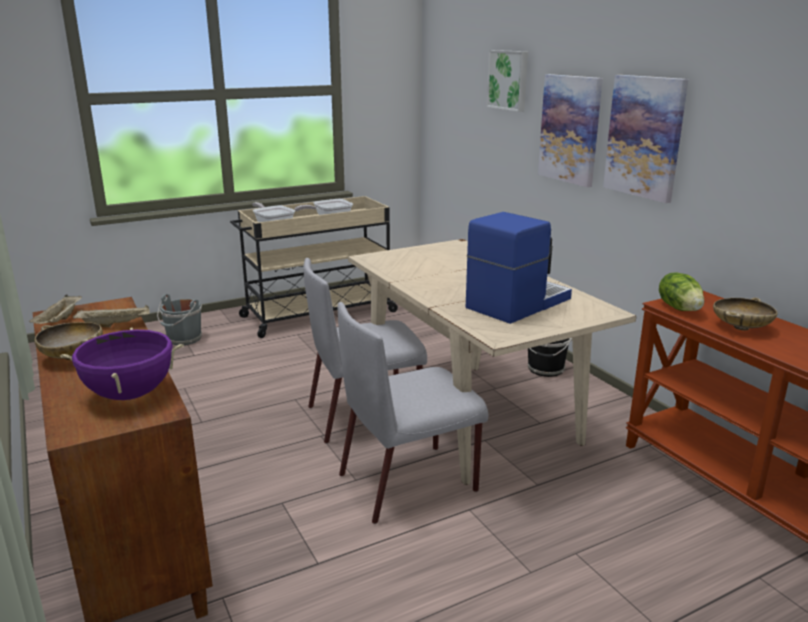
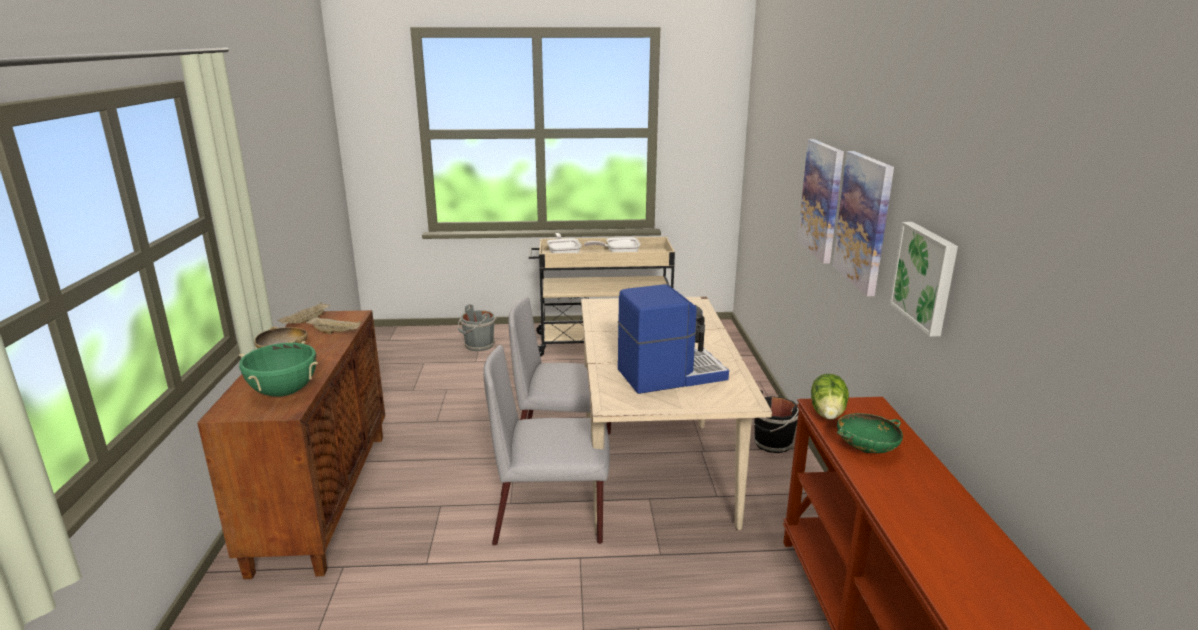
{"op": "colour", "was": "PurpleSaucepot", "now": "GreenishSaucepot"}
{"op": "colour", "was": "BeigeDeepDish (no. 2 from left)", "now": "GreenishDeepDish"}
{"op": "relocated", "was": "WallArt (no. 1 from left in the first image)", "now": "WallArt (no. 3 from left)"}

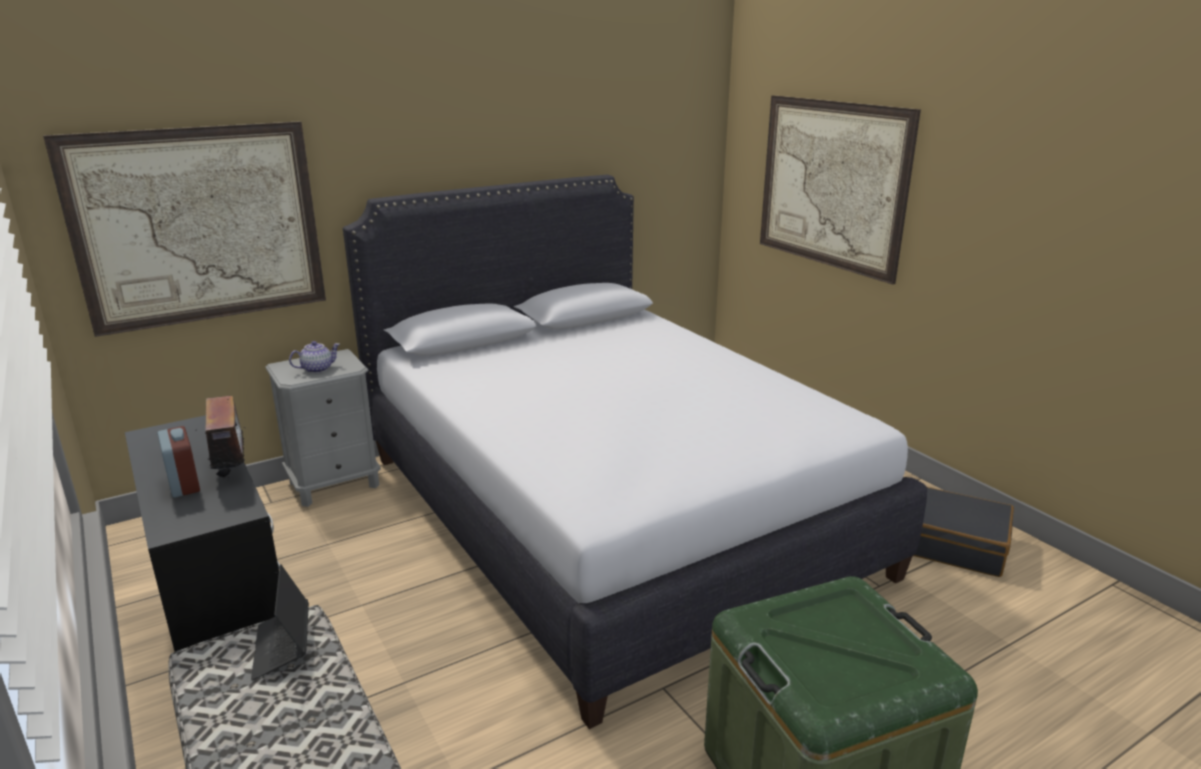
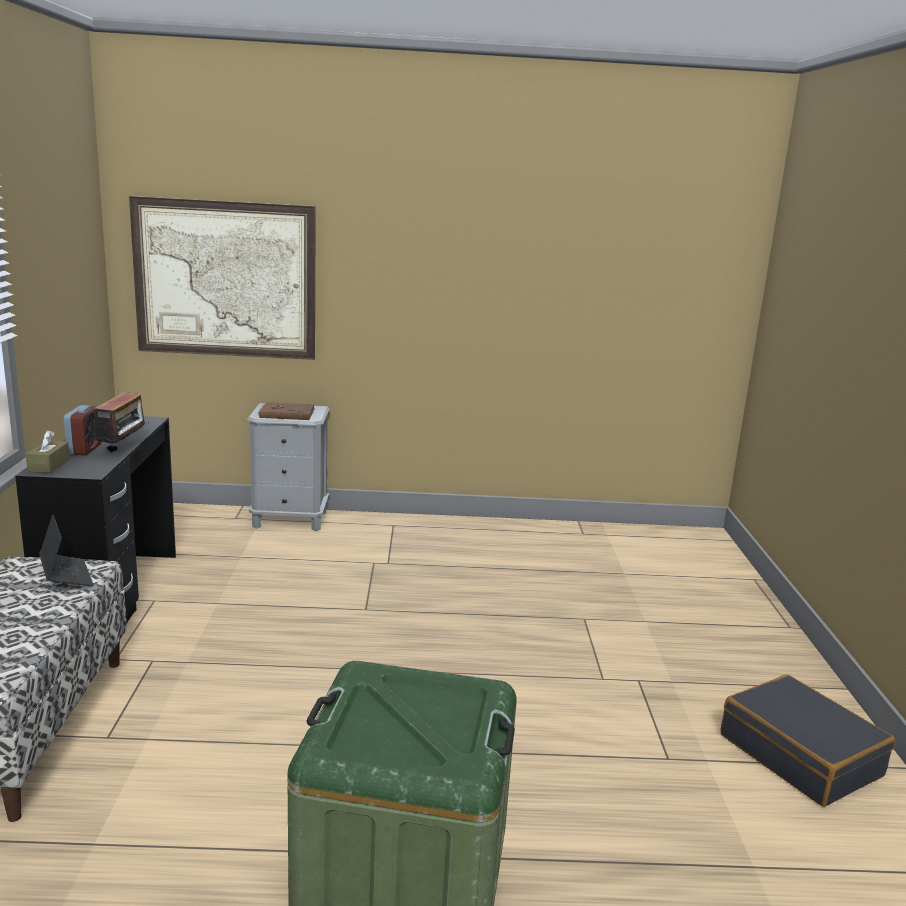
{"op": "appeared", "now": "BrownTissueBox"}
{"op": "spun", "was": "PortableComputer", "clockwise": 135}
{"op": "exchanged", "was": "Teapot", "now": "BrownBoundBook"}
{"op": "missing", "was": "WhitishBedroomBed"}
{"op": "missing", "was": "WallArt (no. 2 from left)"}

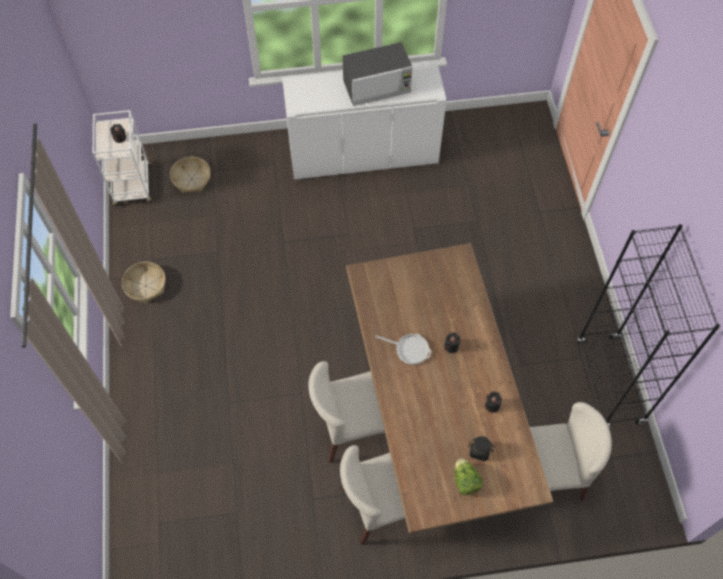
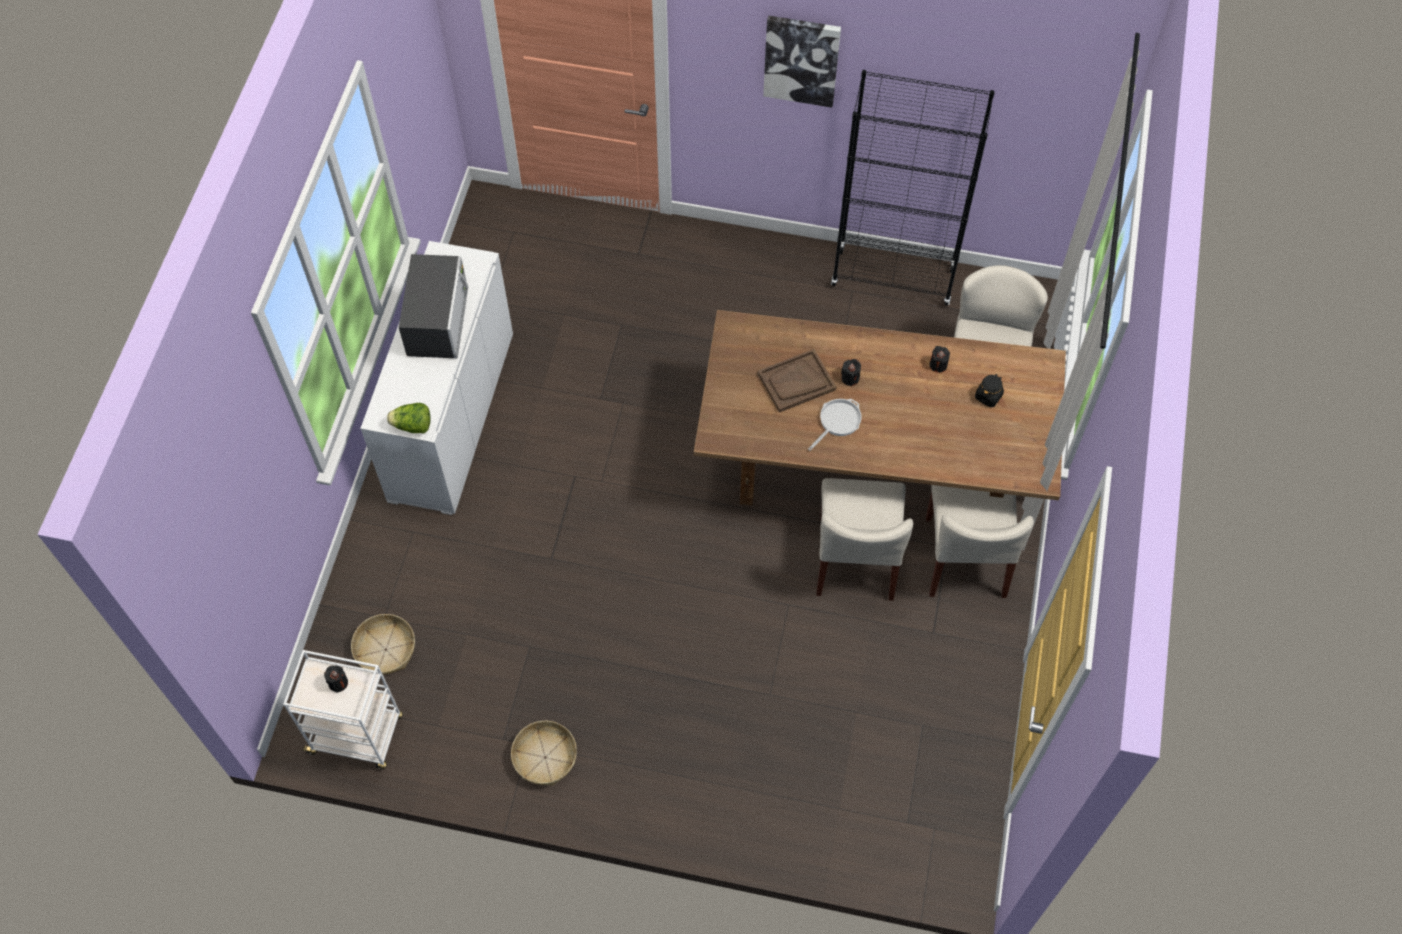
{"op": "relocated", "was": "Lettuce"}
{"op": "appeared", "now": "BrownTray"}
{"op": "appeared", "now": "WallArt"}

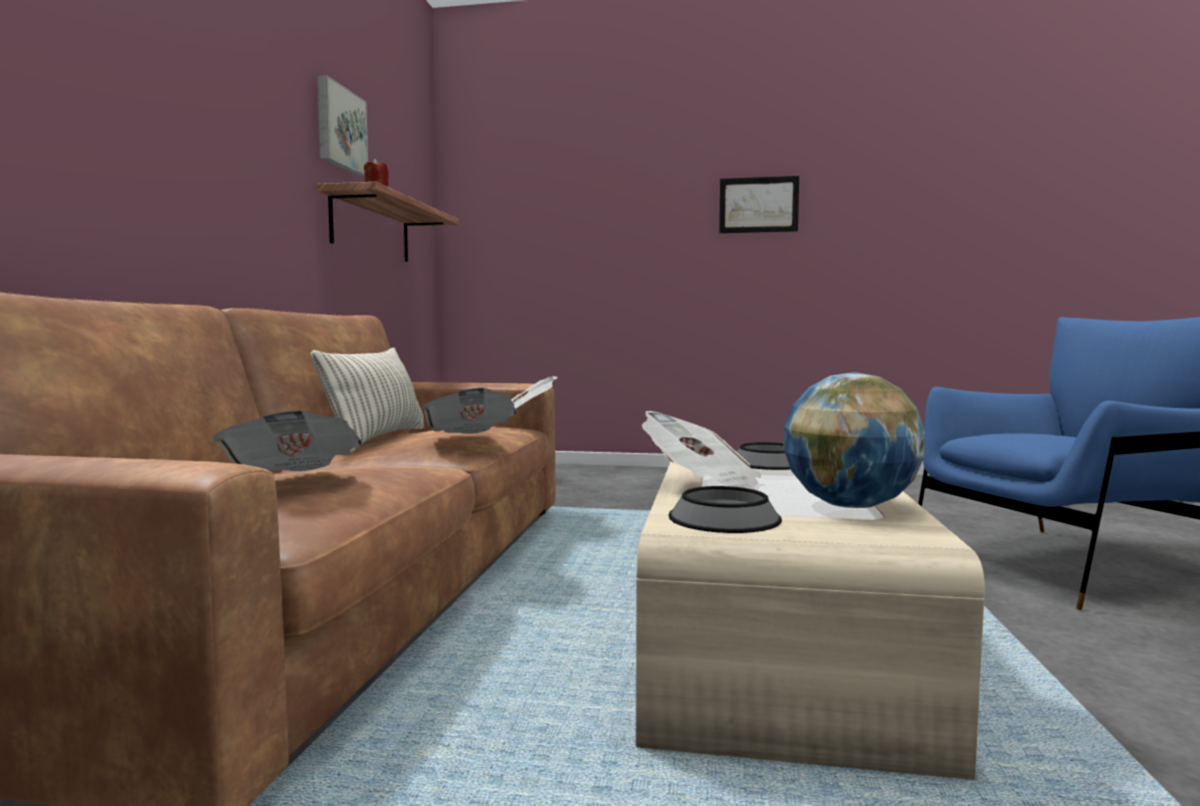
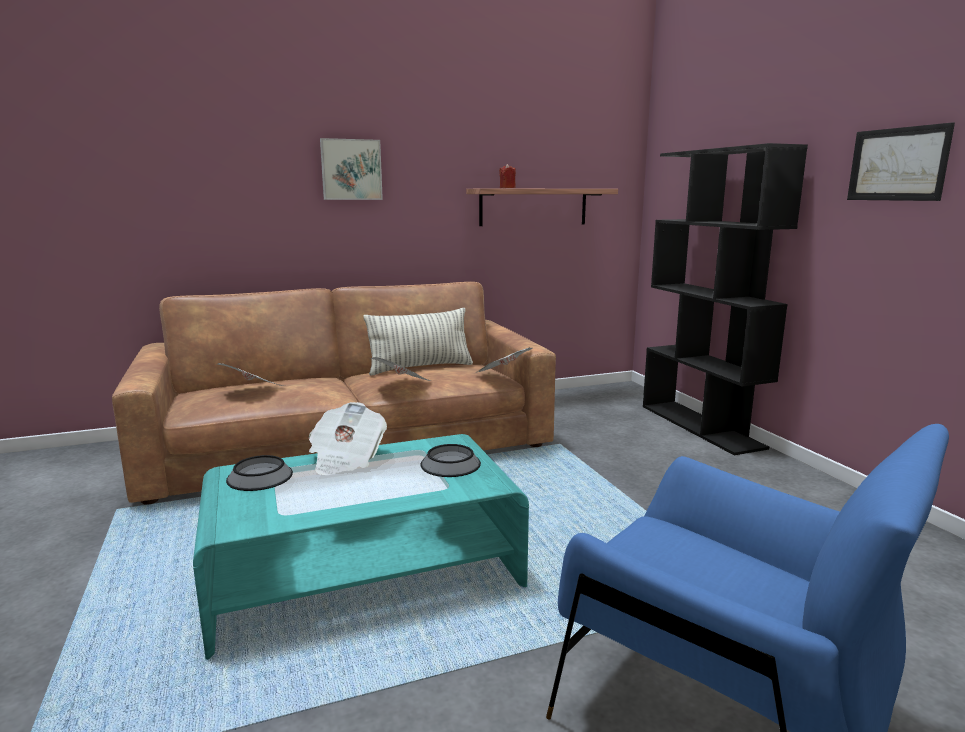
{"op": "colour", "was": "BeigeLoungeTable", "now": "TurquoiseLoungeTable"}
{"op": "relocated", "was": "WallArt (no. 1 from left)"}
{"op": "appeared", "now": "BlackBookcase"}
{"op": "missing", "was": "WorldGlobe"}

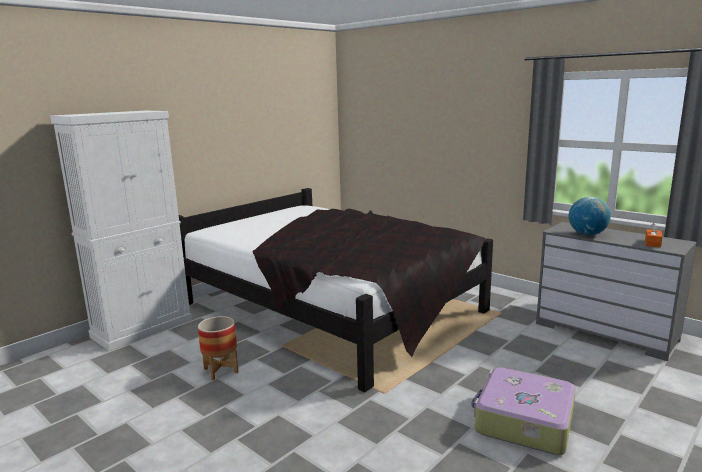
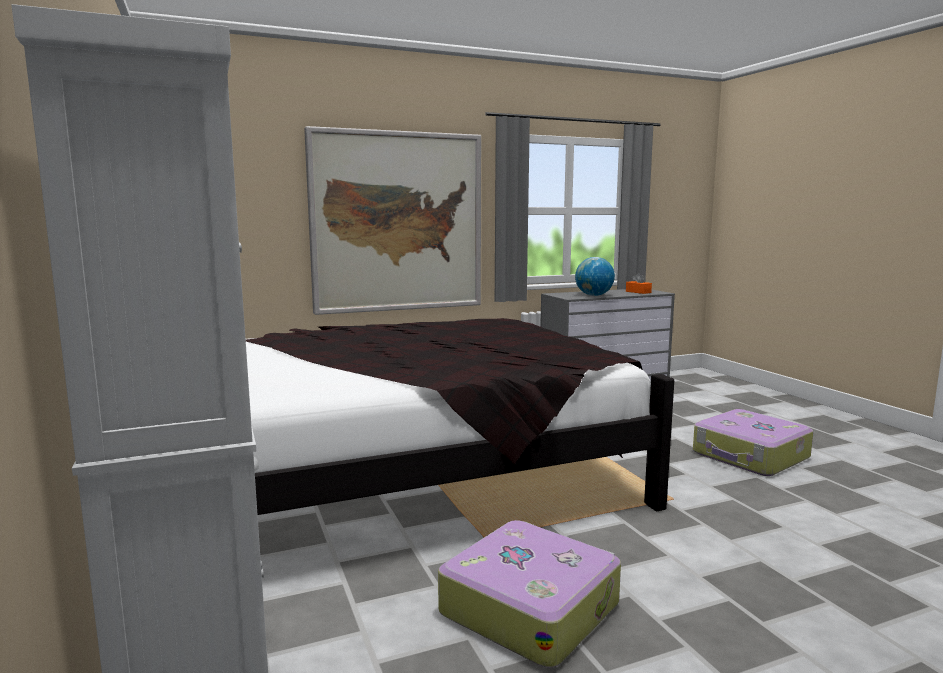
{"op": "appeared", "now": "WallArt"}
{"op": "exchanged", "was": "Planter", "now": "Suitcase (no. 1 from left)"}

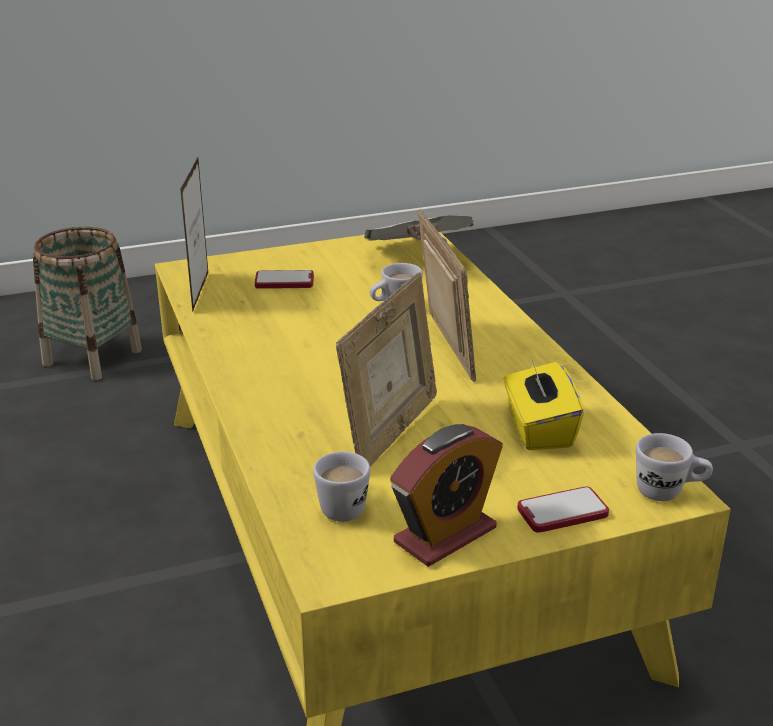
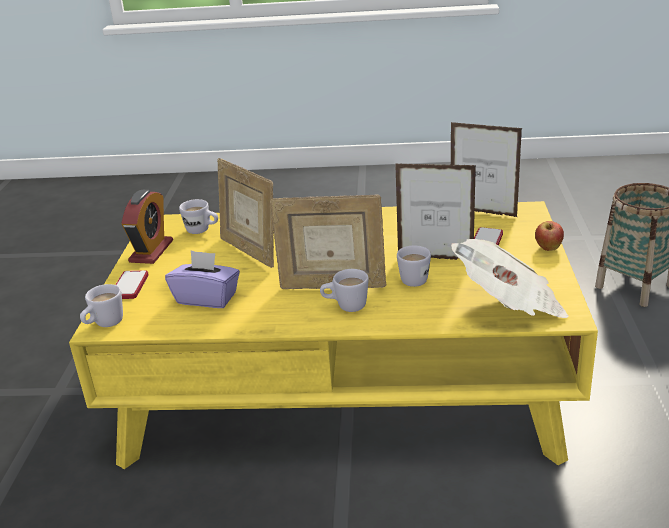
{"op": "spun", "was": "TableClock", "clockwise": -150}
{"op": "colour", "was": "YellowTissueBox", "now": "PurpleTissueBox"}
{"op": "appeared", "now": "WhitishMug (no. 3 from left)"}
{"op": "appeared", "now": "StandingFrame (no. 3 from left)"}
{"op": "appeared", "now": "Apple"}

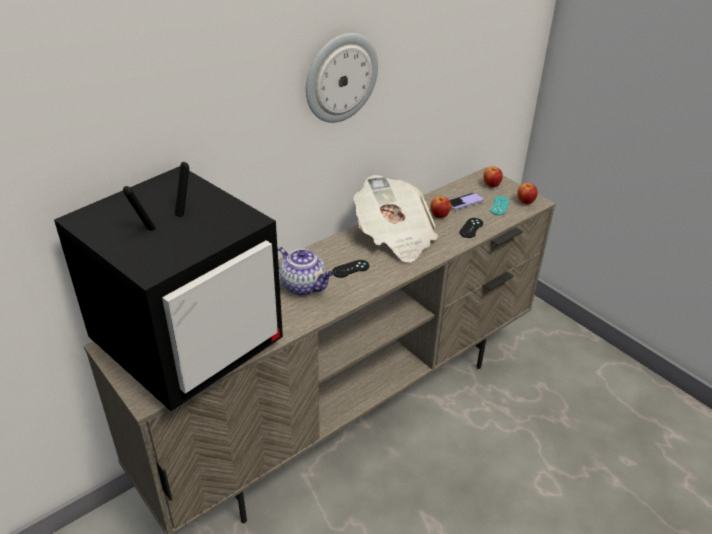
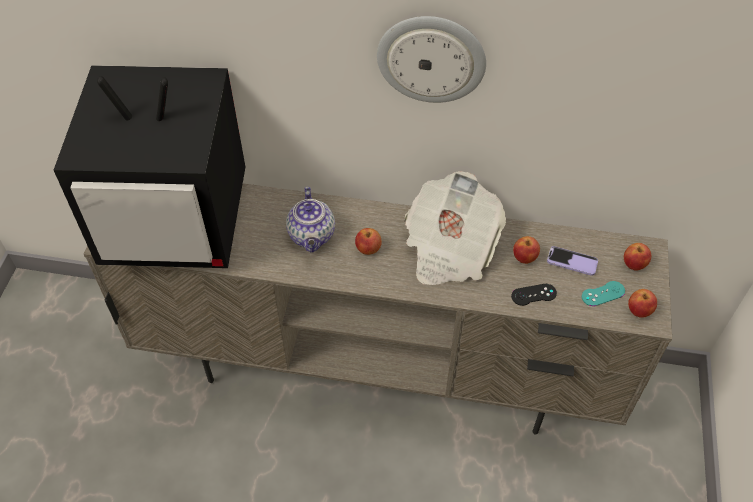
{"op": "exchanged", "was": "BlackGamepad (no. 1 from left)", "now": "Apple (no. 1 from left)"}

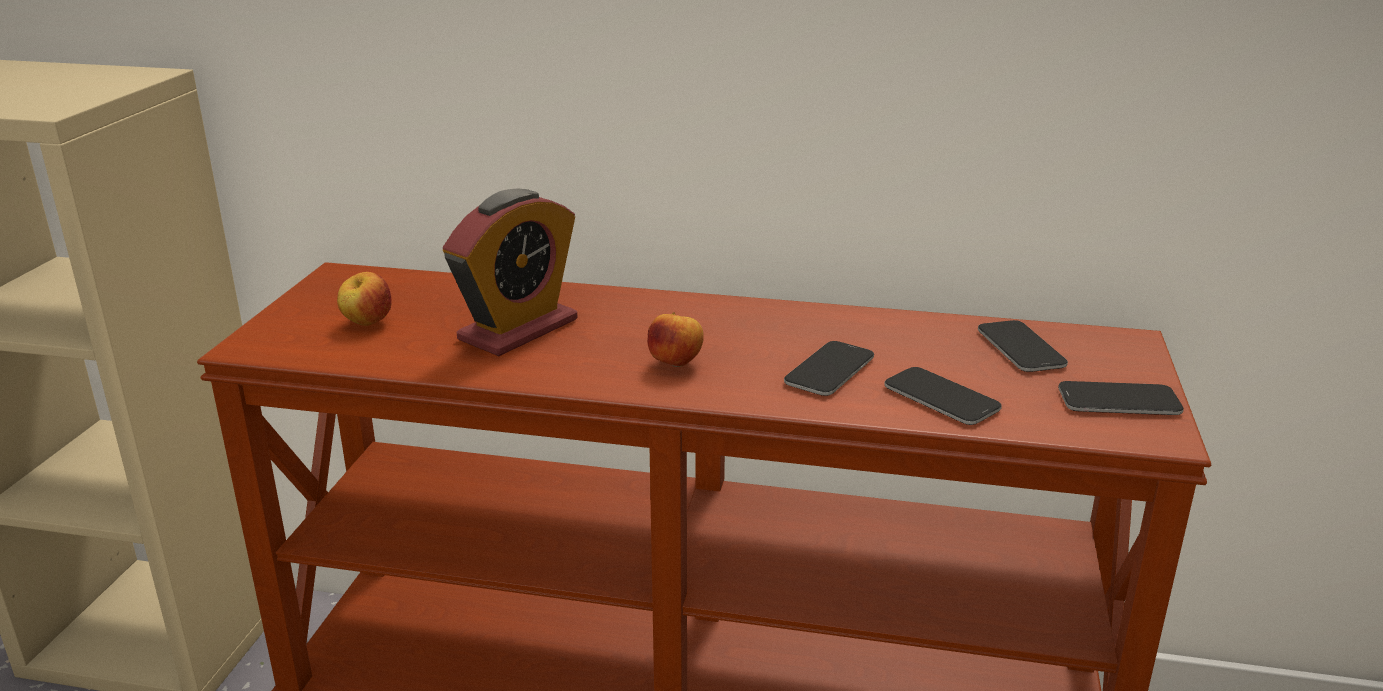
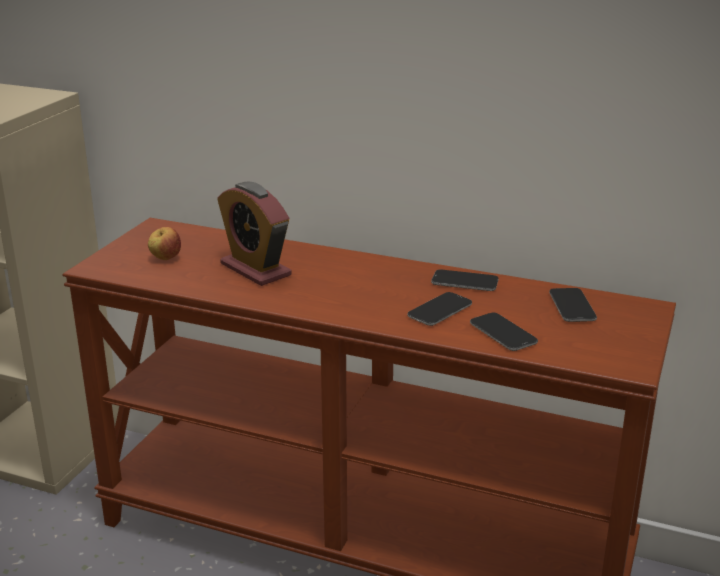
{"op": "spun", "was": "TableClock", "clockwise": 90}
{"op": "relocated", "was": "Handset (no. 4 from left in the first image)", "now": "Handset (no. 2 from left)"}
{"op": "missing", "was": "Apple (no. 2 from left)"}

